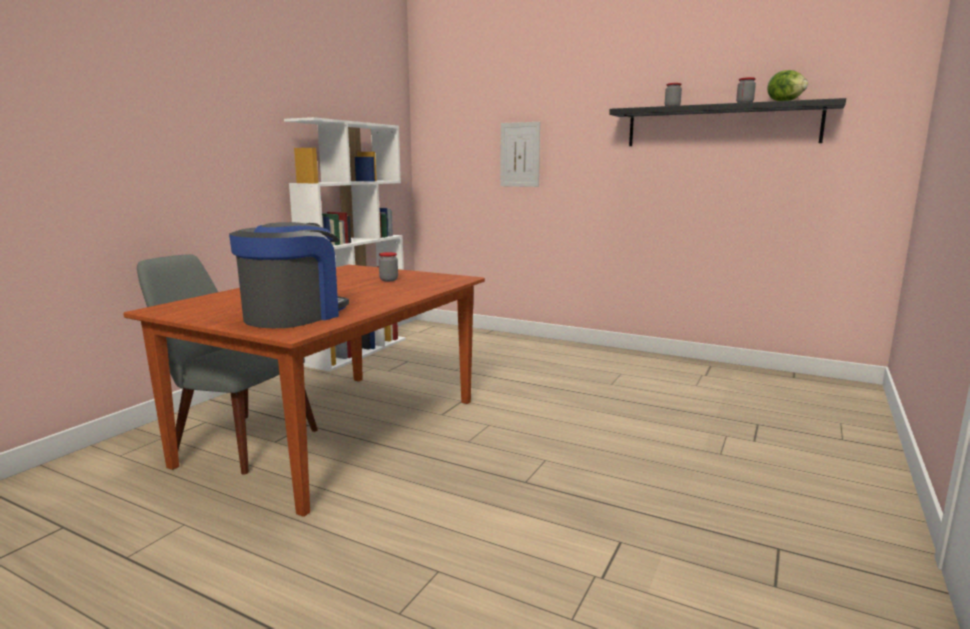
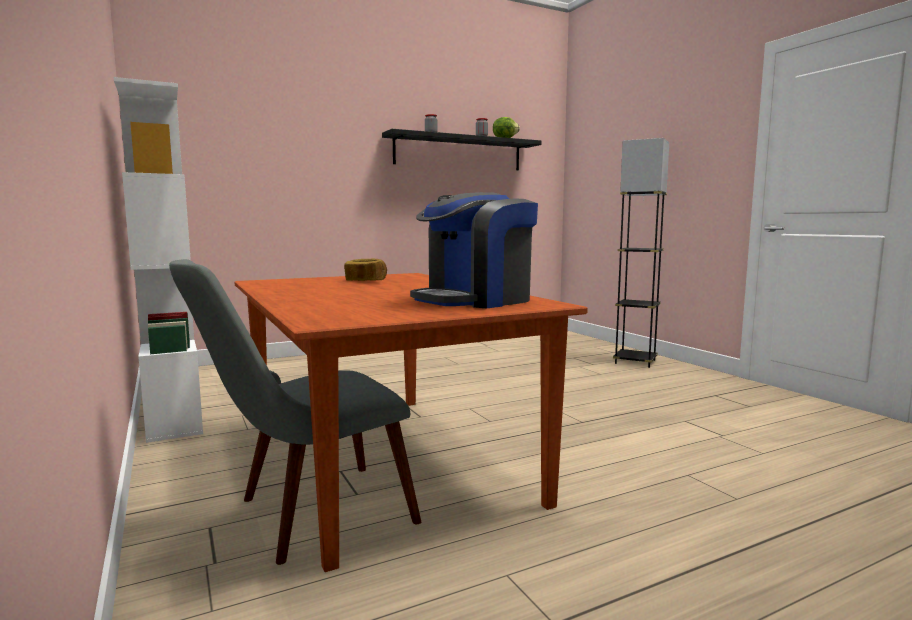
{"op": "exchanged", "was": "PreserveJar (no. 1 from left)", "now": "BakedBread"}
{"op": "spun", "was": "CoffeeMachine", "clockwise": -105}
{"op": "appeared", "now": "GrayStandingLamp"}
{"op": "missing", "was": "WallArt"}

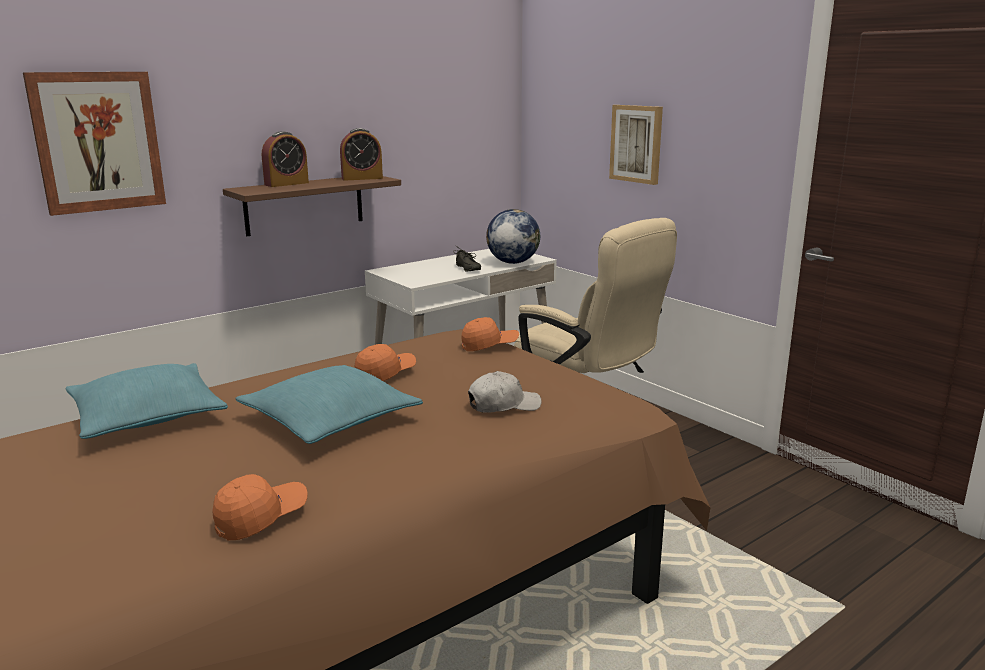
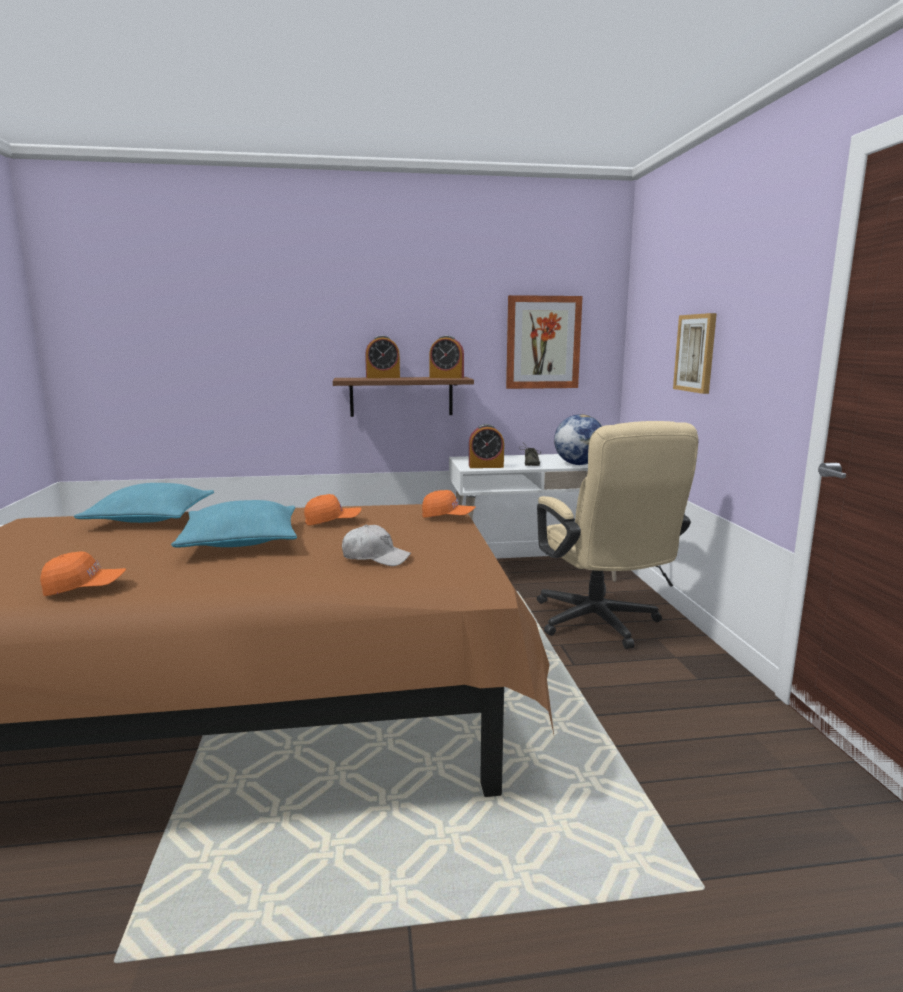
{"op": "appeared", "now": "TableClock (no. 3 from left)"}
{"op": "relocated", "was": "WallArt (no. 1 from left)"}

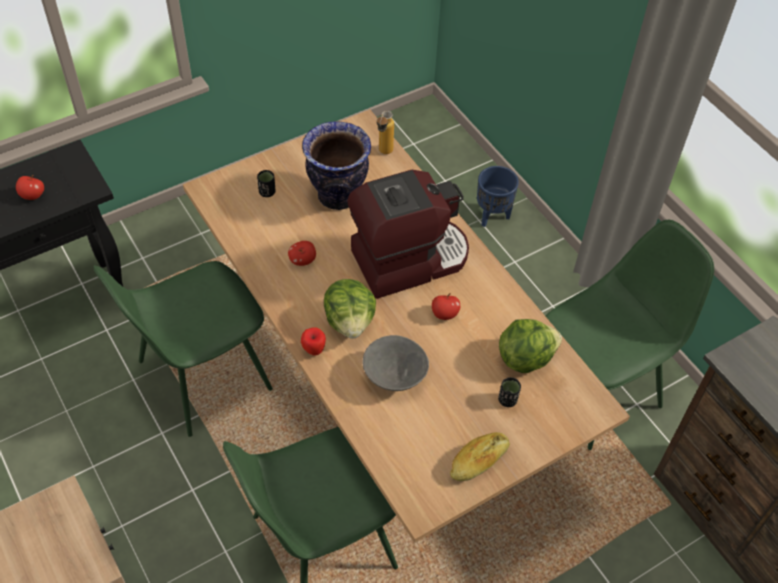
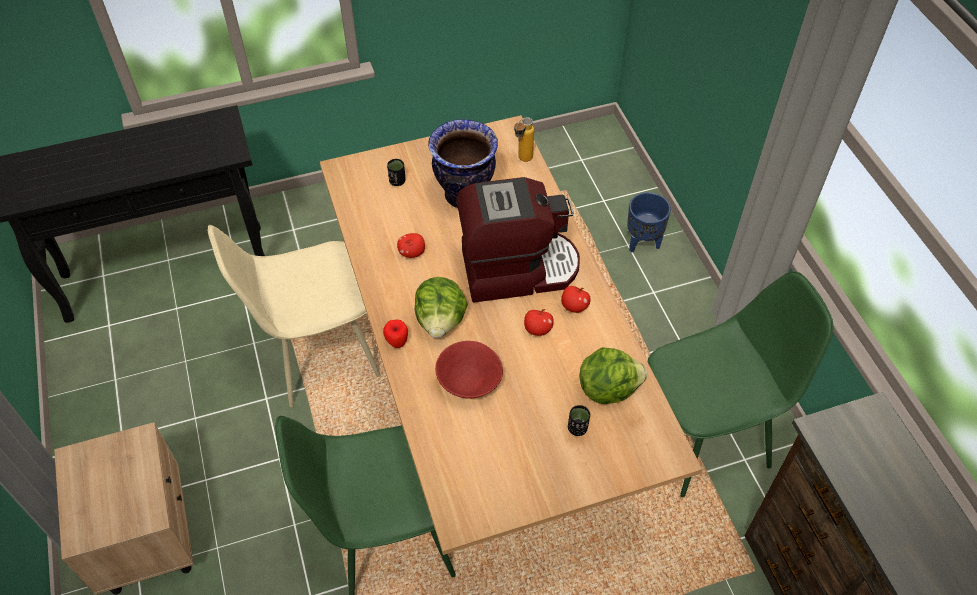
{"op": "colour", "was": "GreenishChair (no. 1 from left)", "now": "BeigeChair"}
{"op": "colour", "was": "GrayDeepDish", "now": "ReddishDeepDish"}
{"op": "relocated", "was": "Apple (no. 1 from left in the first image)", "now": "Apple (no. 4 from left)"}
{"op": "missing", "was": "BakedBread"}

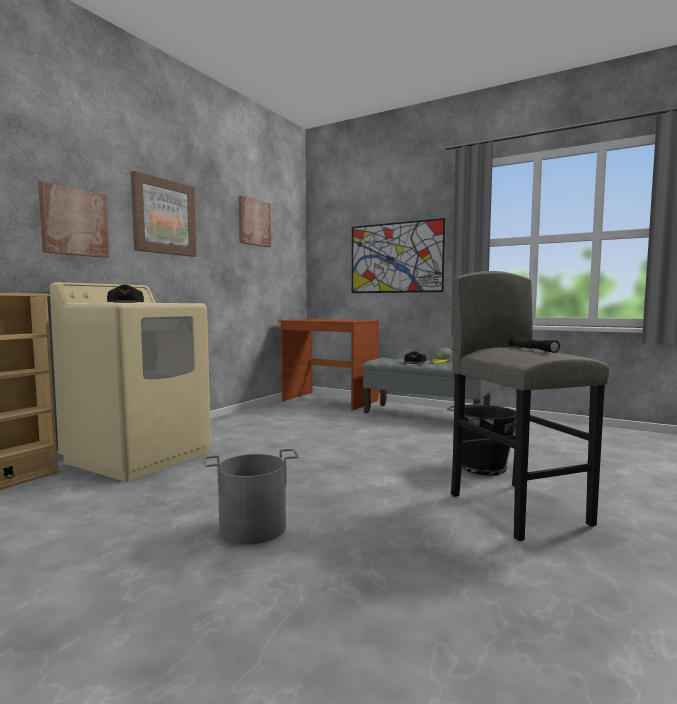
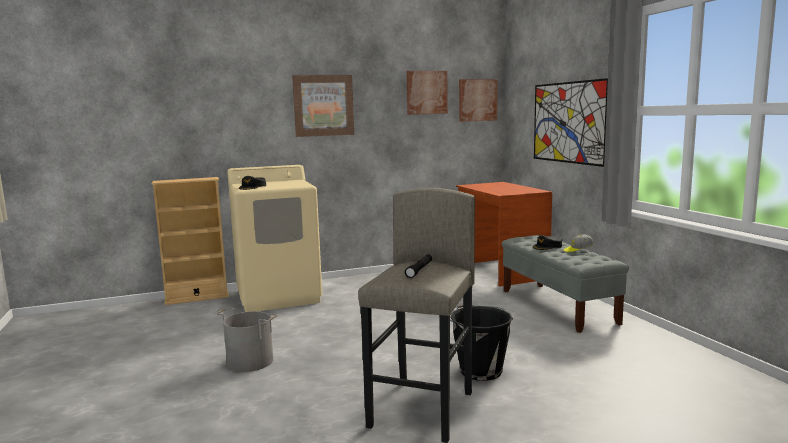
{"op": "relocated", "was": "WallArt (no. 1 from left in the first image)", "now": "WallArt (no. 3 from left)"}

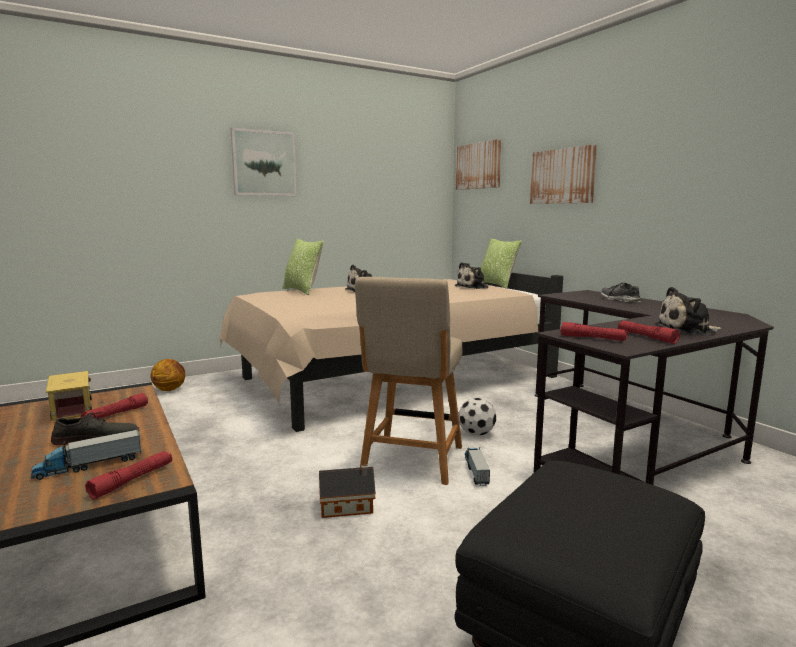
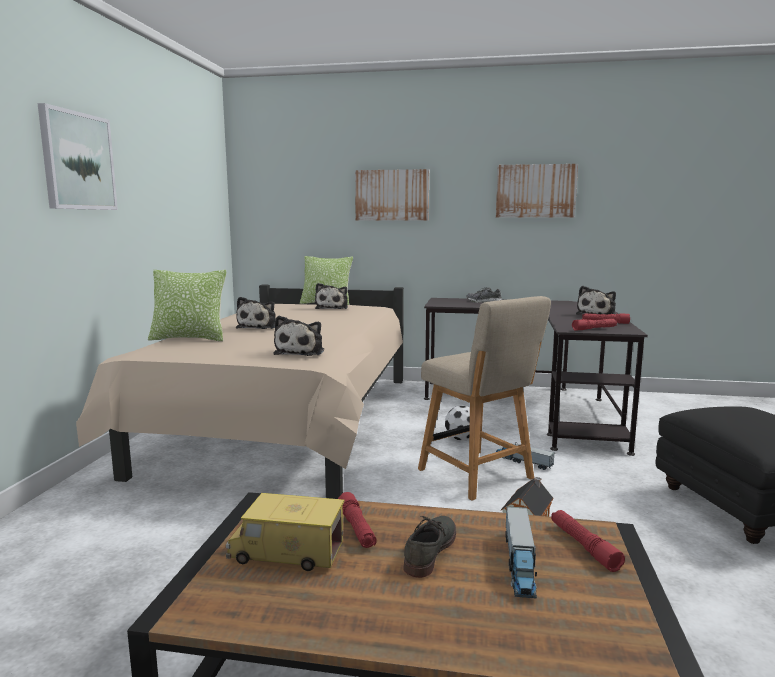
{"op": "appeared", "now": "SoftToy (no. 2 from left)"}
{"op": "relocated", "was": "WallArt (no. 2 from left in the first image)", "now": "WallArt (no. 3 from left)"}
{"op": "missing", "was": "BallForBasketball"}

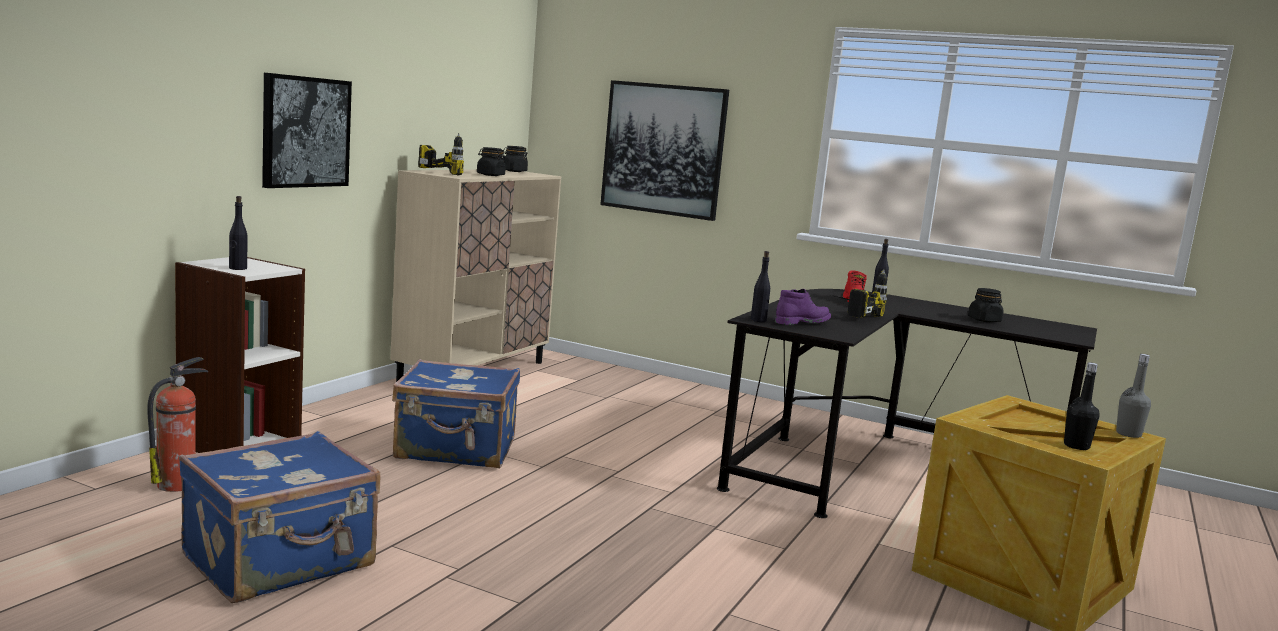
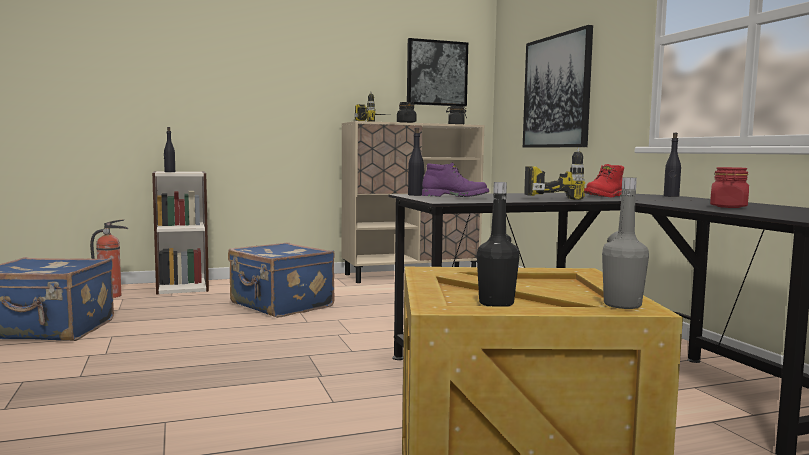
{"op": "relocated", "was": "WallArt (no. 1 from left)"}
{"op": "colour", "was": "BlackPreserveJar (no. 3 from left)", "now": "ReddishPreserveJar"}

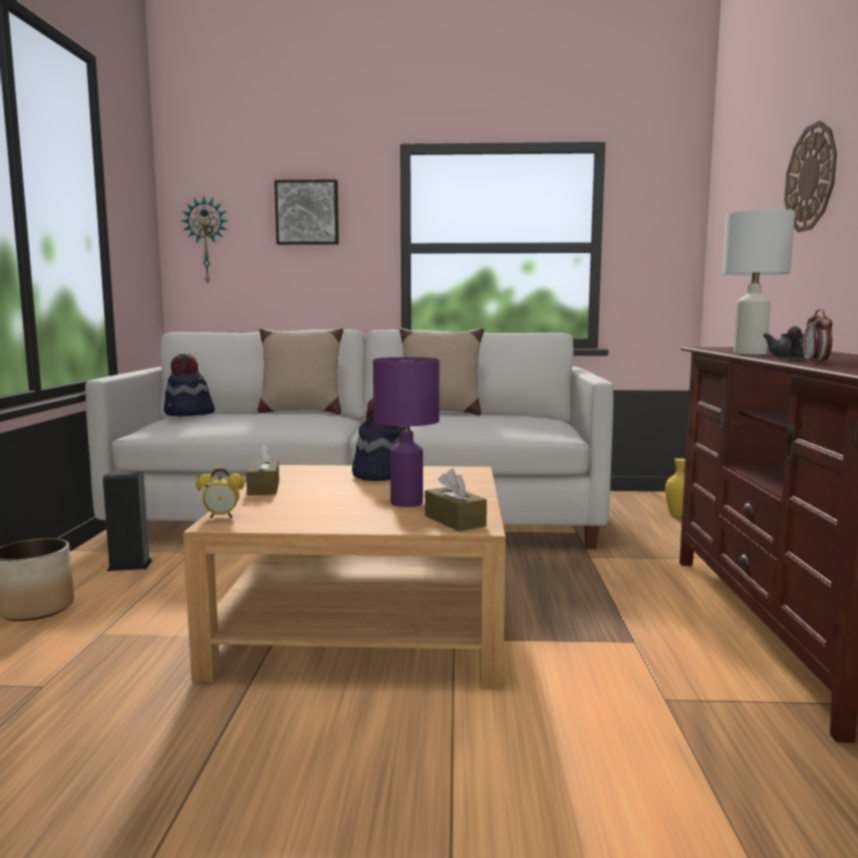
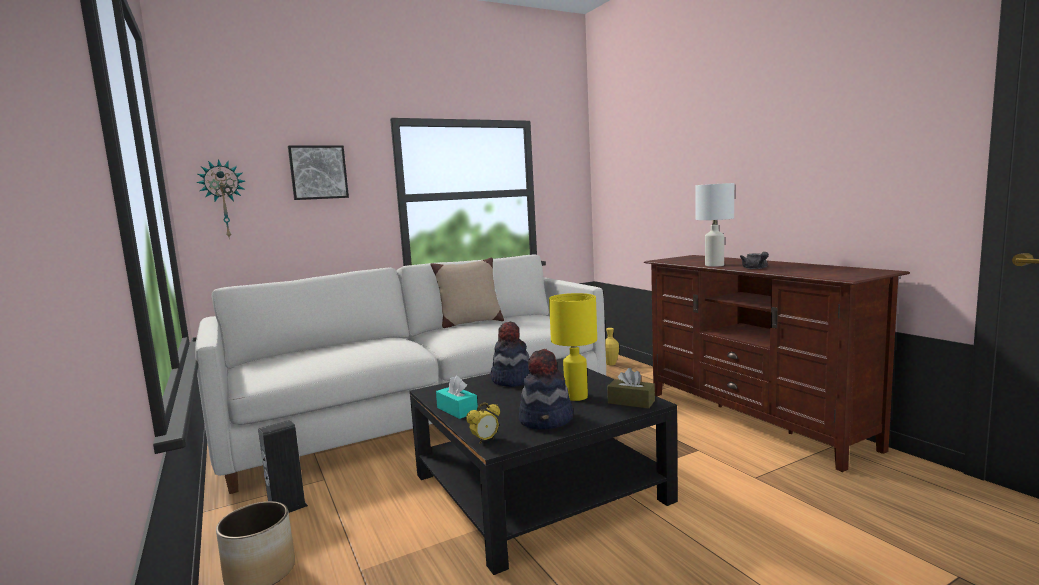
{"op": "colour", "was": "BeigeLoungeTable", "now": "BlackLoungeTable"}
{"op": "colour", "was": "BrownTissueBox (no. 1 from left)", "now": "TurquoiseTissueBox"}
{"op": "relocated", "was": "Hat (no. 1 from left in the first image)", "now": "Hat (no. 2 from left)"}
{"op": "colour", "was": "PurpleTabletopLamp", "now": "YellowTabletopLamp"}
{"op": "missing", "was": "BeigePillow (no. 1 from left)"}
{"op": "missing", "was": "WallClock (no. 2 from left)"}
{"op": "missing", "was": "TableClock (no. 2 from left)"}

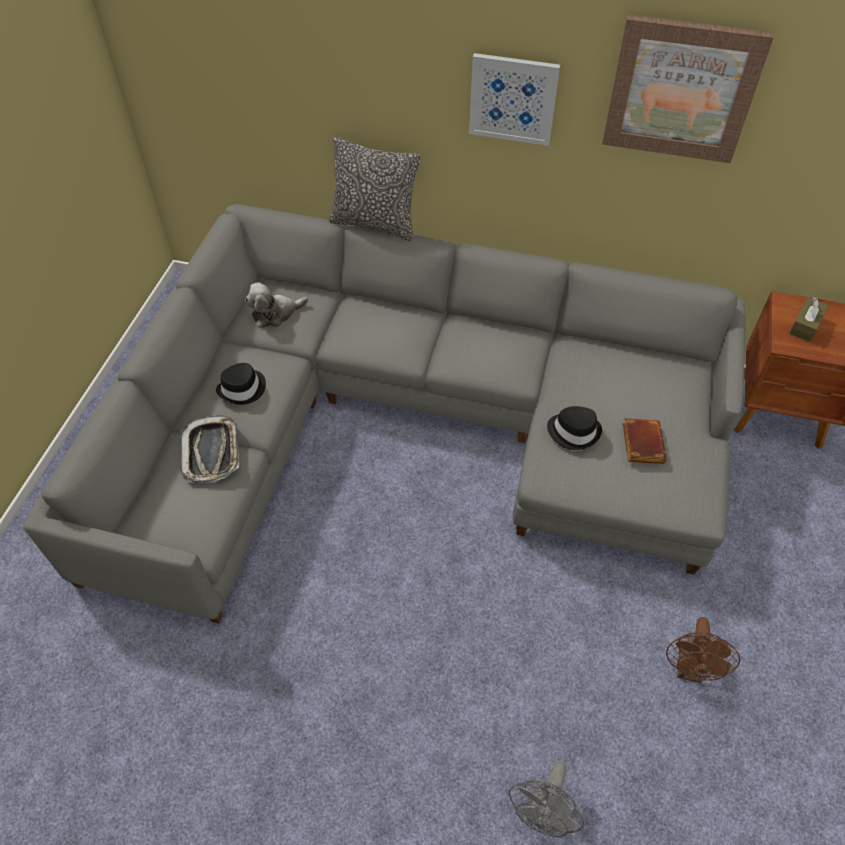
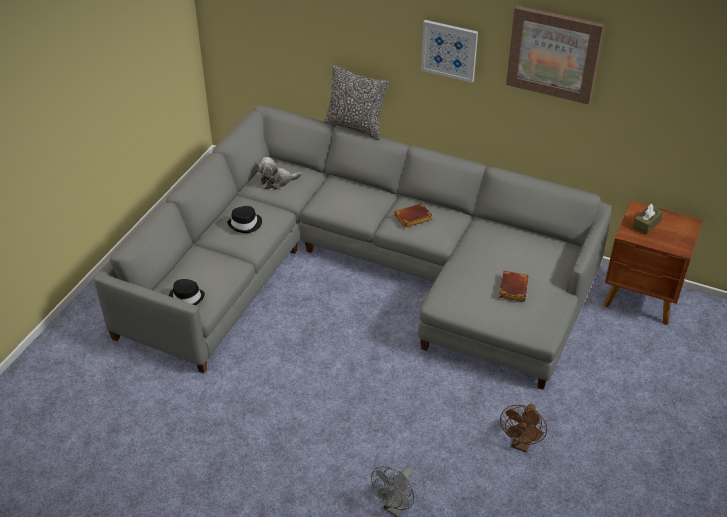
{"op": "relocated", "was": "BlackHat (no. 2 from left in the first image)", "now": "BlackHat (no. 1 from left)"}
{"op": "appeared", "now": "BrownBoundBook (no. 1 from left)"}
{"op": "missing", "was": "Tray"}

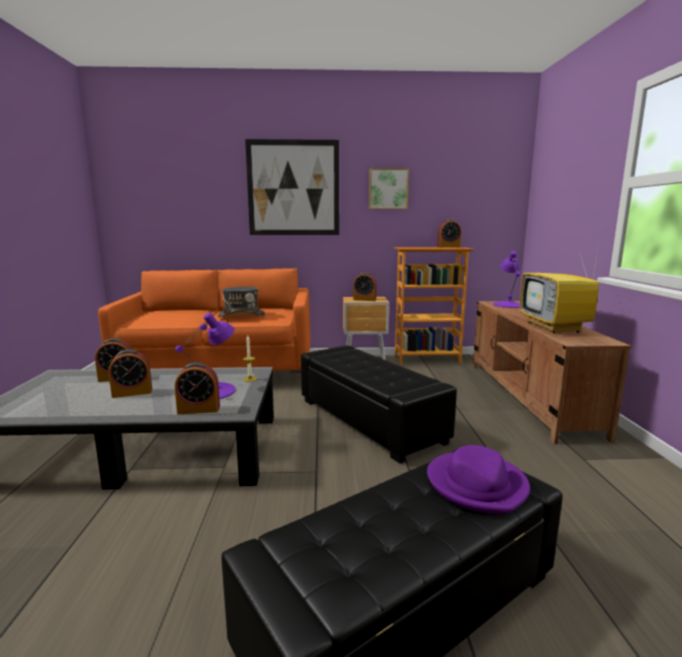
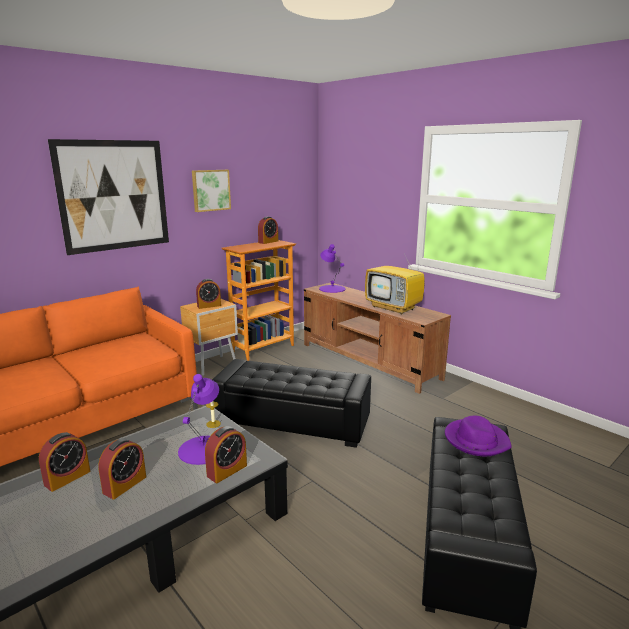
{"op": "missing", "was": "GrayHat"}

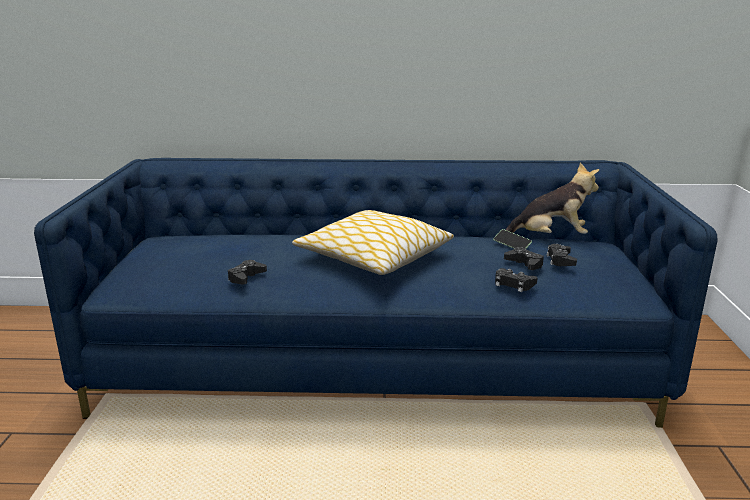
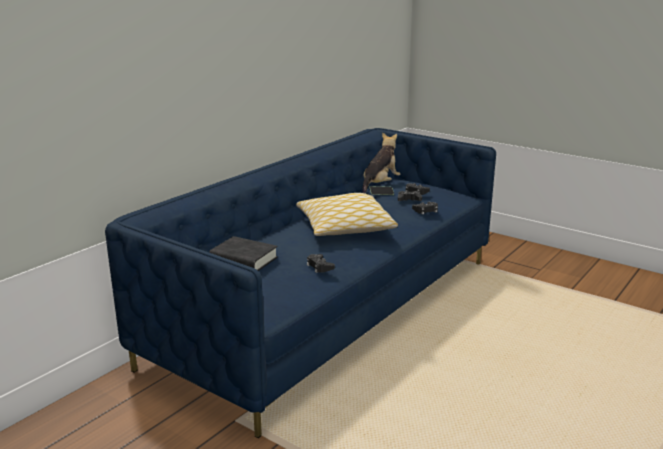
{"op": "appeared", "now": "BlackBoundBook"}

